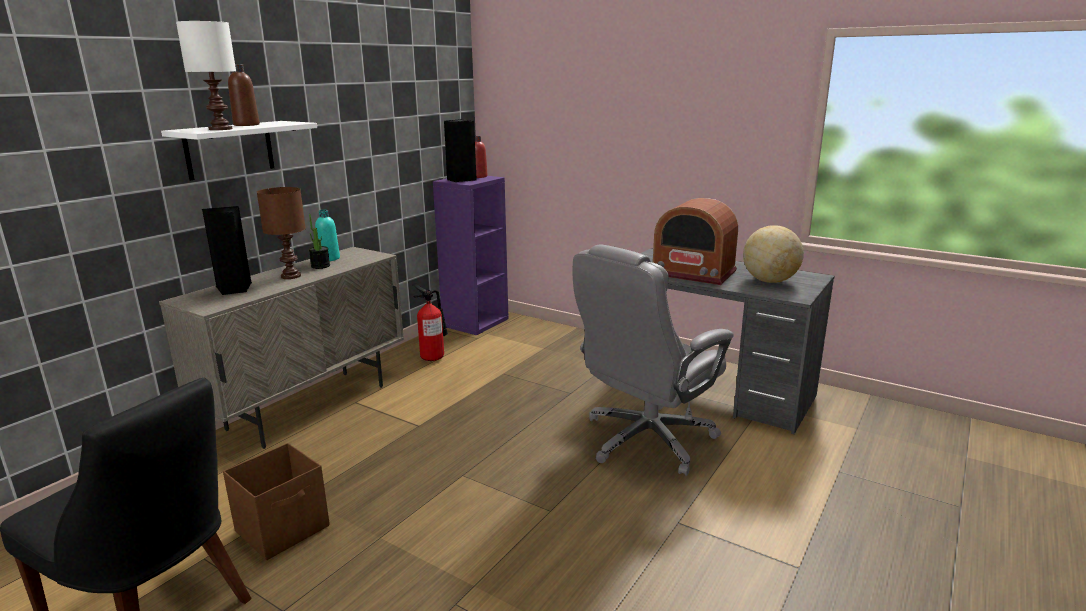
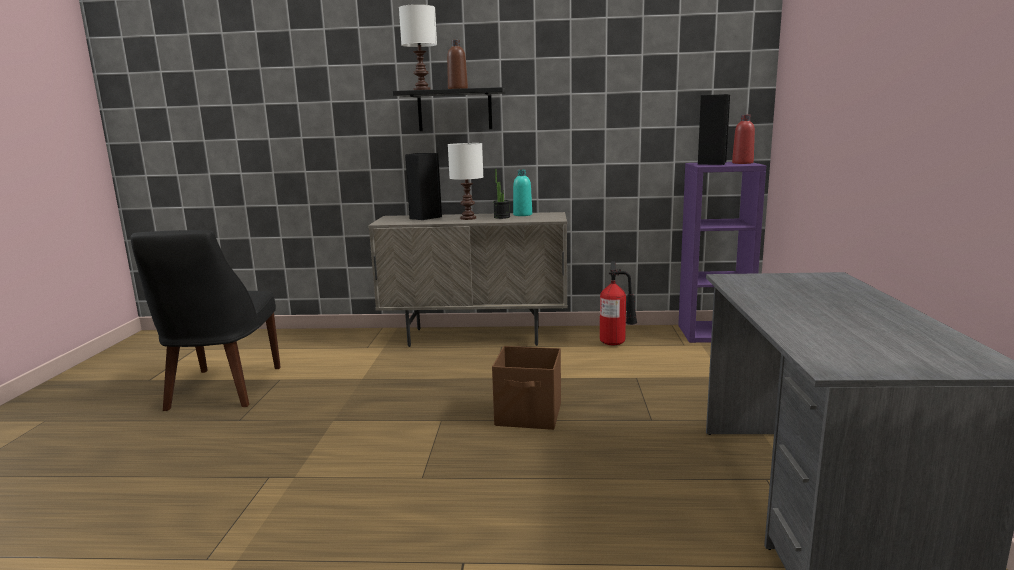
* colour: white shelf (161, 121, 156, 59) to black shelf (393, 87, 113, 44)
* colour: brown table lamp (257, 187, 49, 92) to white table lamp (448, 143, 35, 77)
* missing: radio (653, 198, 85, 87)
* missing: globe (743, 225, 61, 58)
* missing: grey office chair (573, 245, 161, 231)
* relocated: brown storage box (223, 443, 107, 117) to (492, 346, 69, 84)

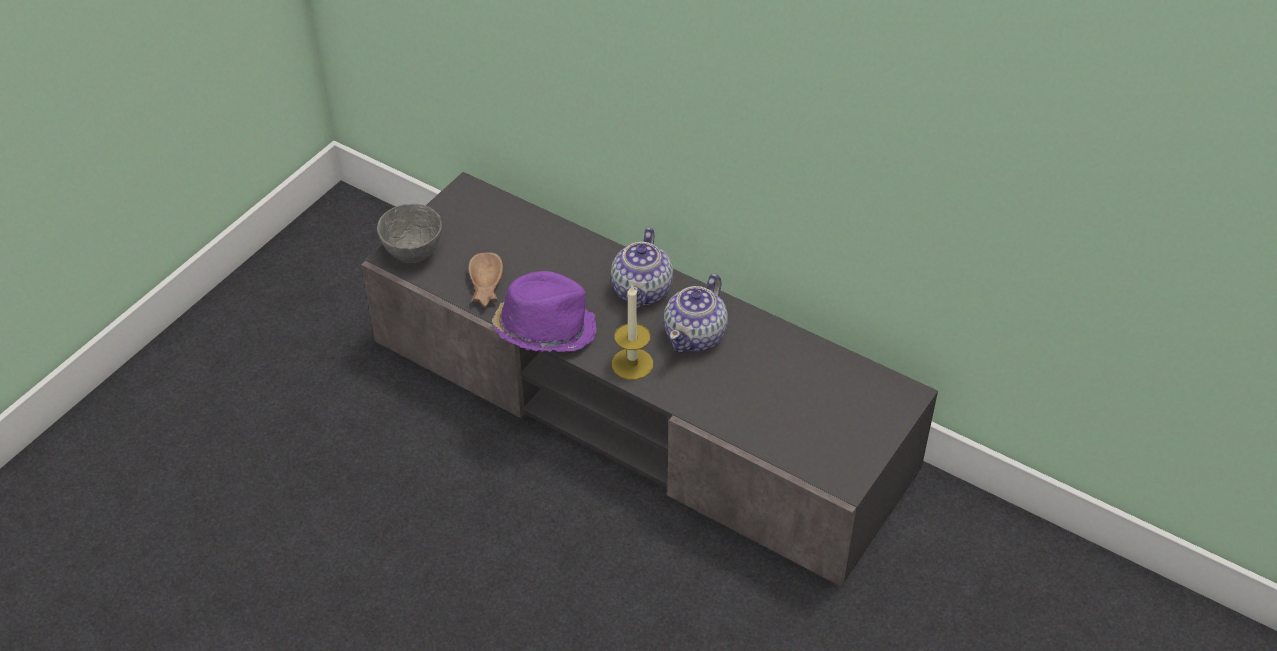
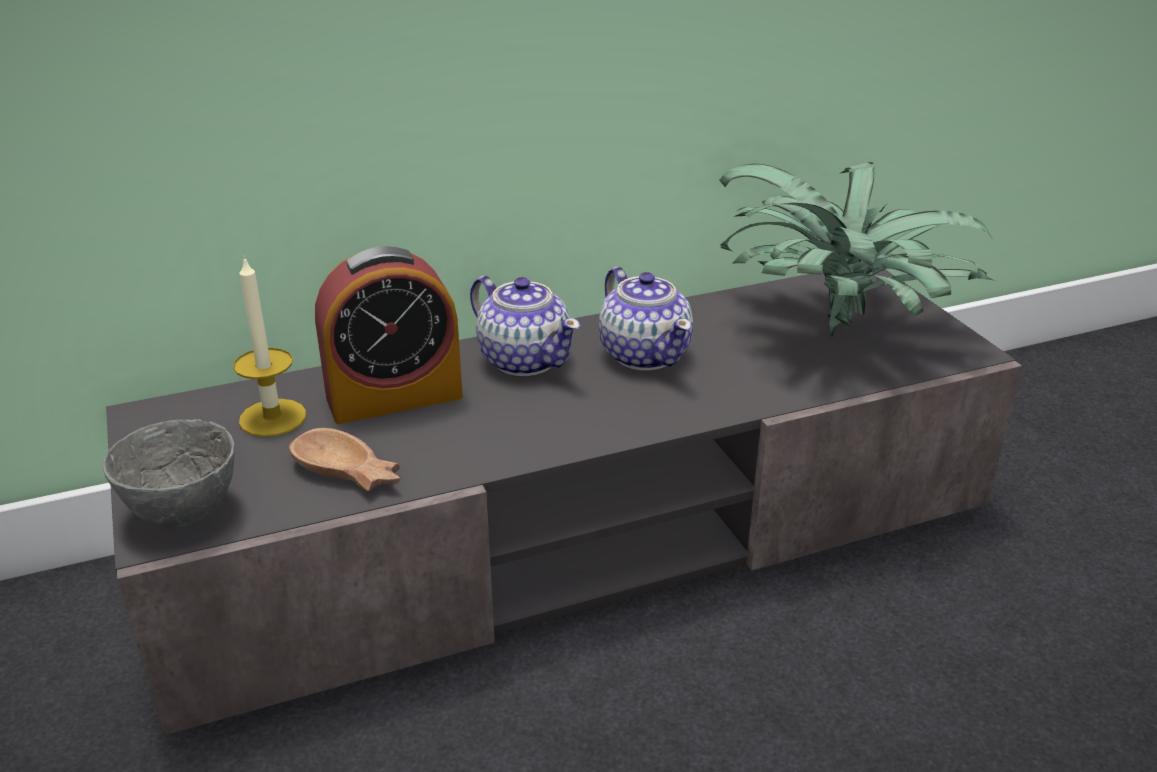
* missing: purple hat (492, 271, 105, 81)
* relocated: candle (612, 286, 41, 94) to (233, 256, 73, 181)
* appeared: potted plant (719, 162, 277, 174)
* appeared: alarm clock (315, 246, 148, 178)

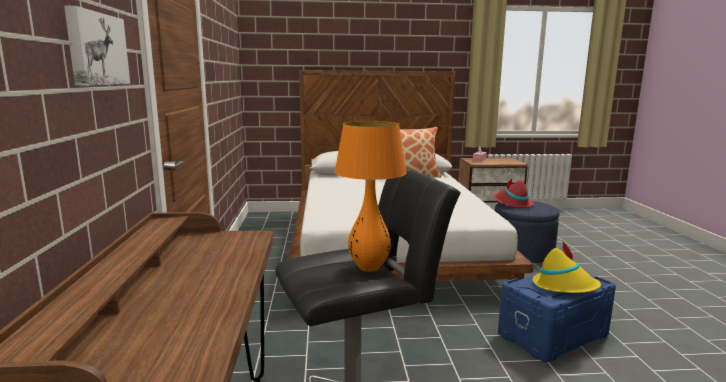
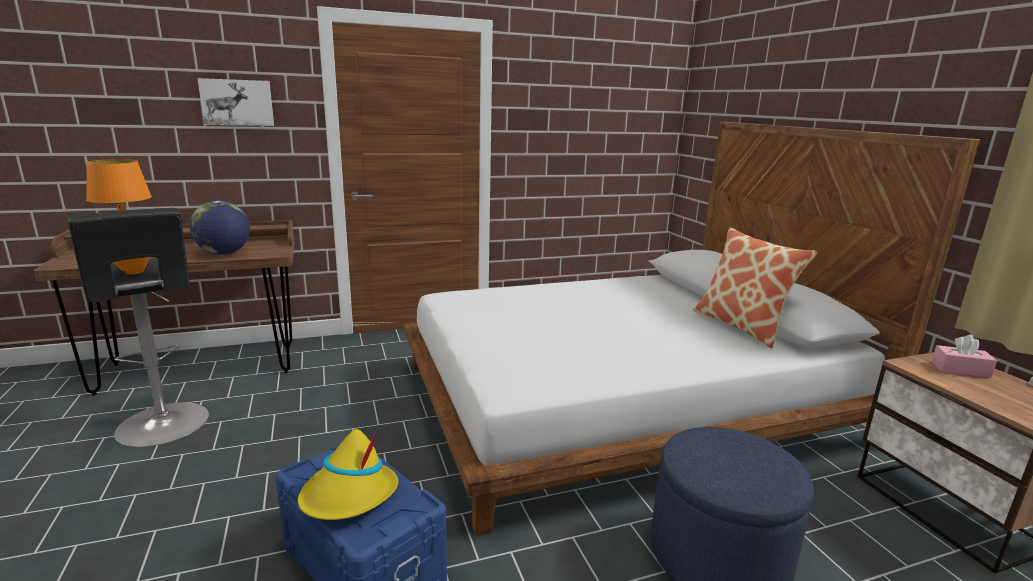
* missing: red hat (493, 179, 41, 29)
* appeared: globe (190, 200, 60, 54)

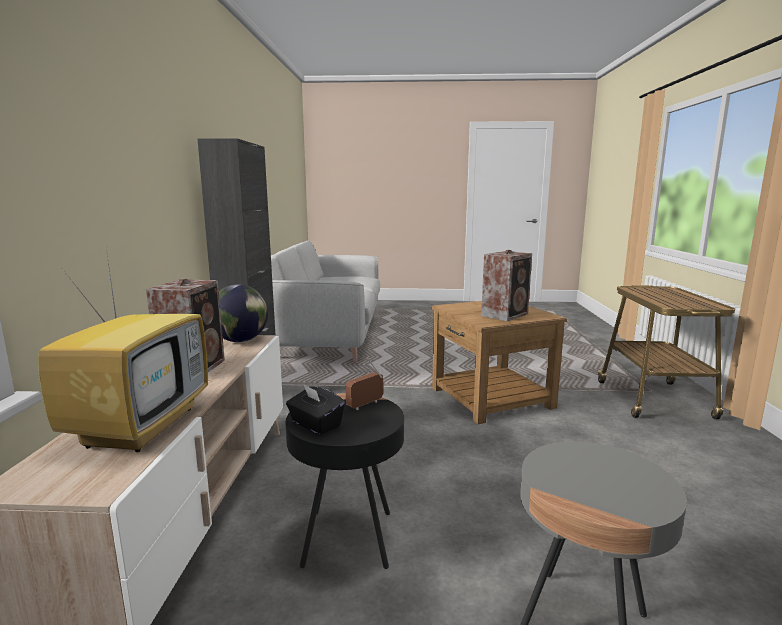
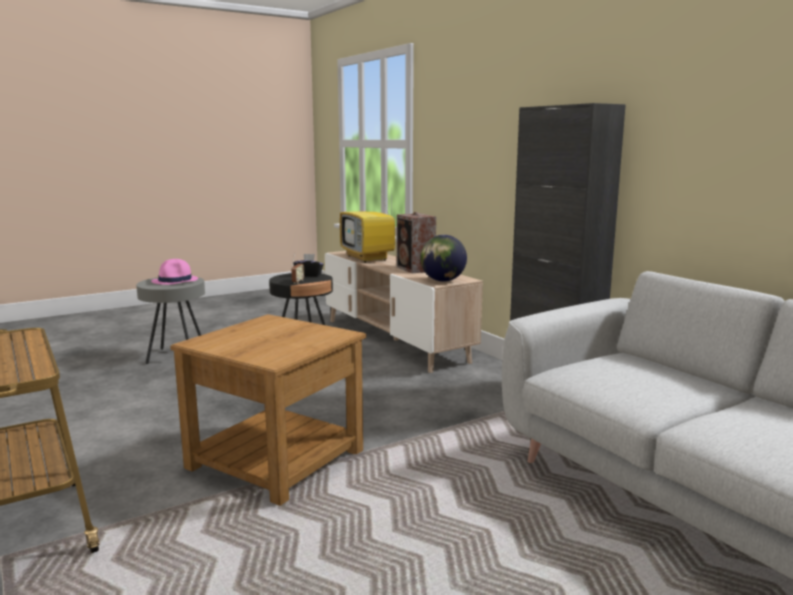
* missing: speaker (481, 250, 51, 71)
* appeared: pink hat (151, 259, 47, 26)

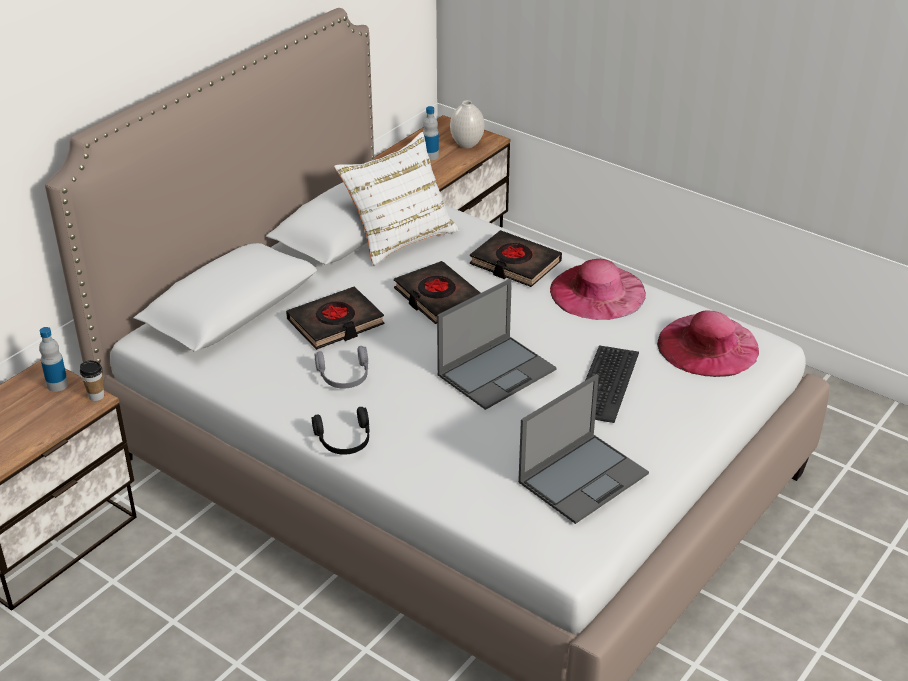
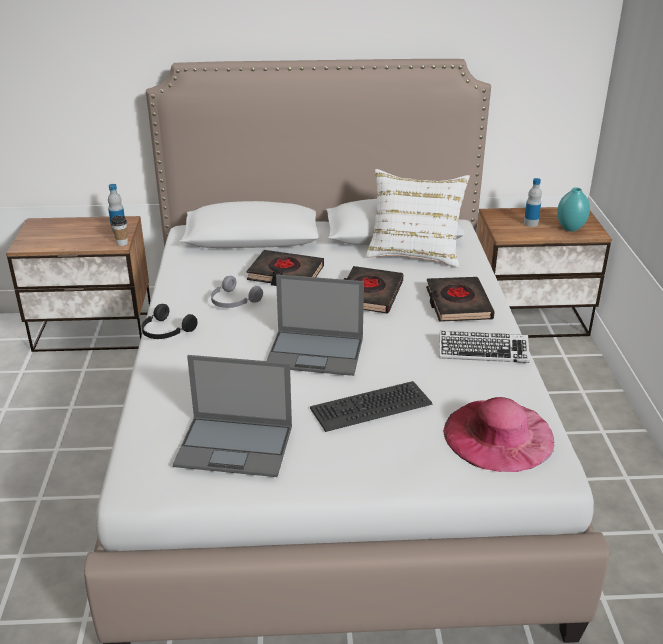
* colour: white vase (450, 100, 35, 48) to turquoise vase (557, 187, 33, 44)
* exchanged: pink hat (550, 259, 96, 61) to keyboard (440, 331, 90, 32)

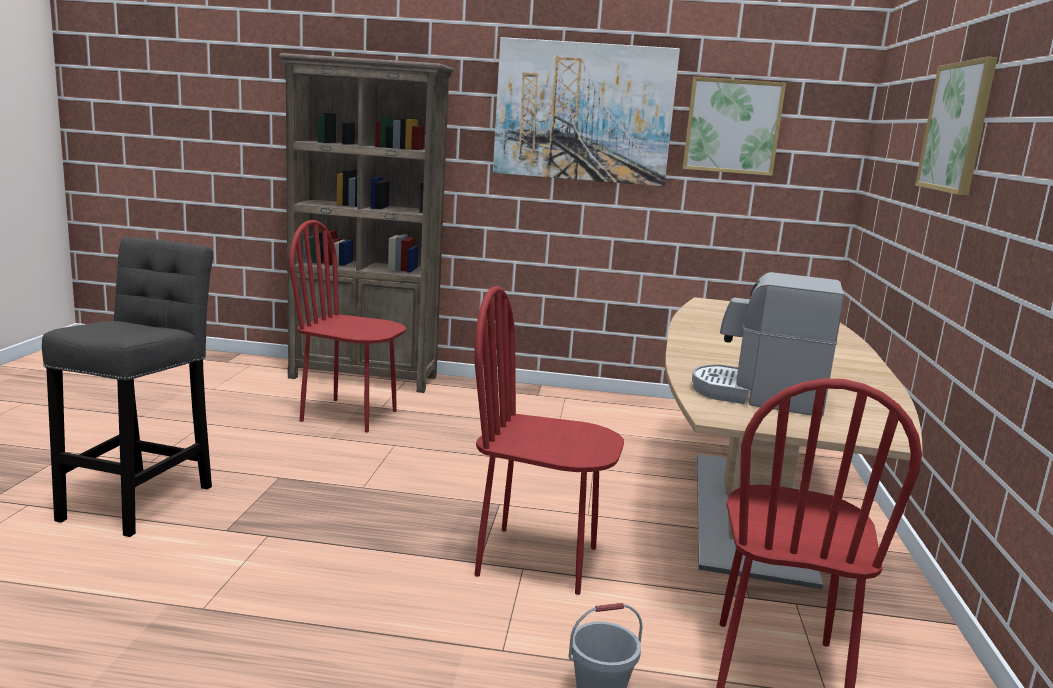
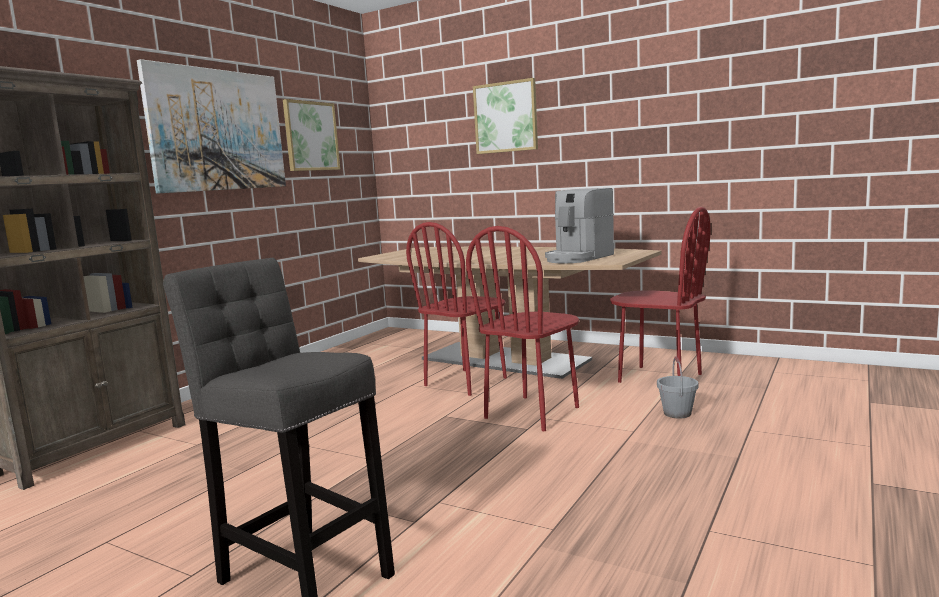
* relocated: red chair (289, 220, 117, 213) to (406, 222, 101, 174)

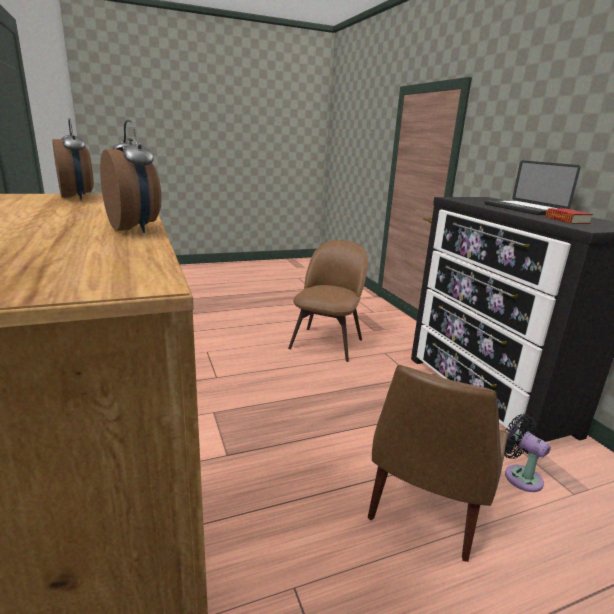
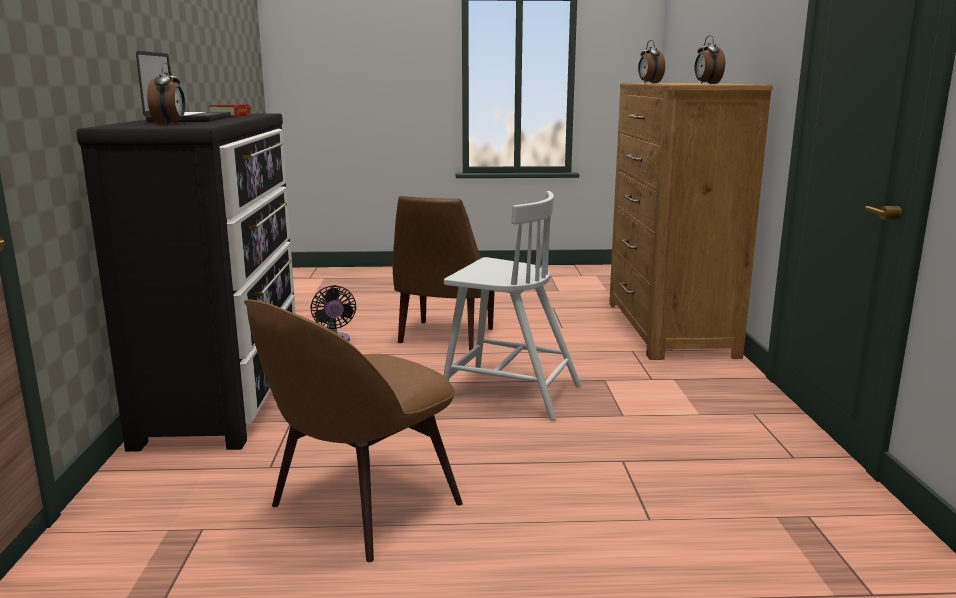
* spun: brown chair (368, 365, 140, 197) = (393, 196, 102, 154) 150 degrees clockwise
* appeared: alarm clock (147, 62, 38, 63)
* appeared: white chair (443, 191, 138, 229)

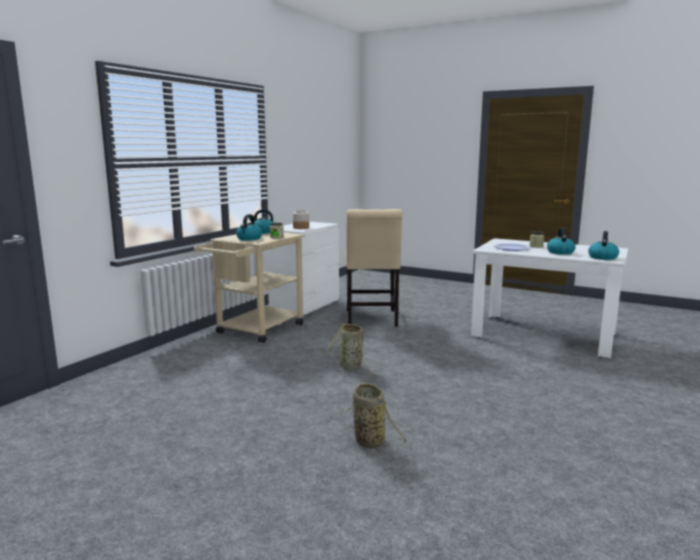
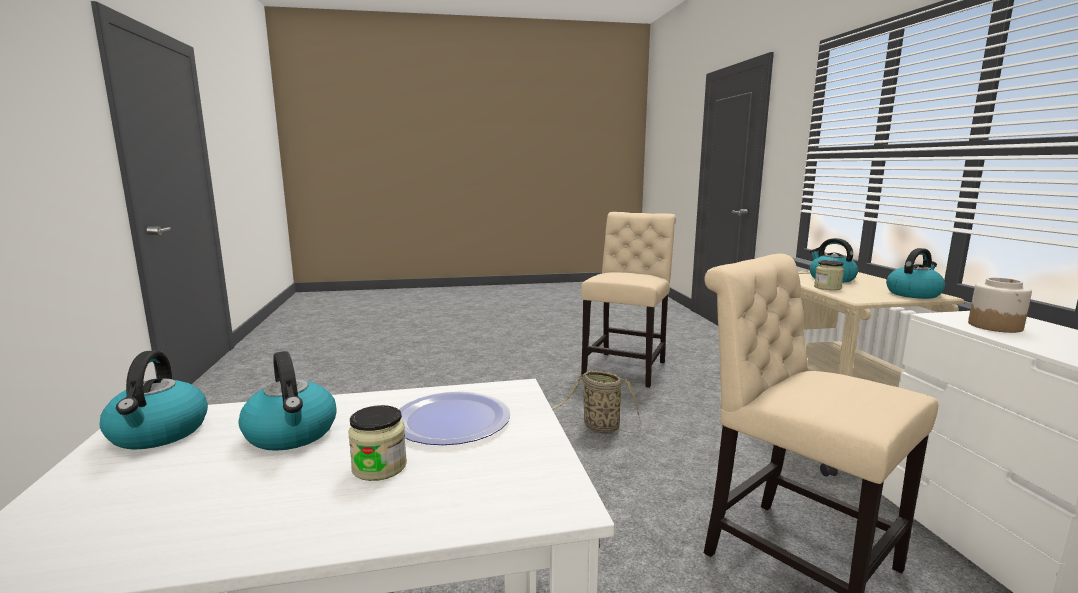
* missing: basket (340, 383, 67, 74)
* appeared: beige chair (581, 212, 95, 176)

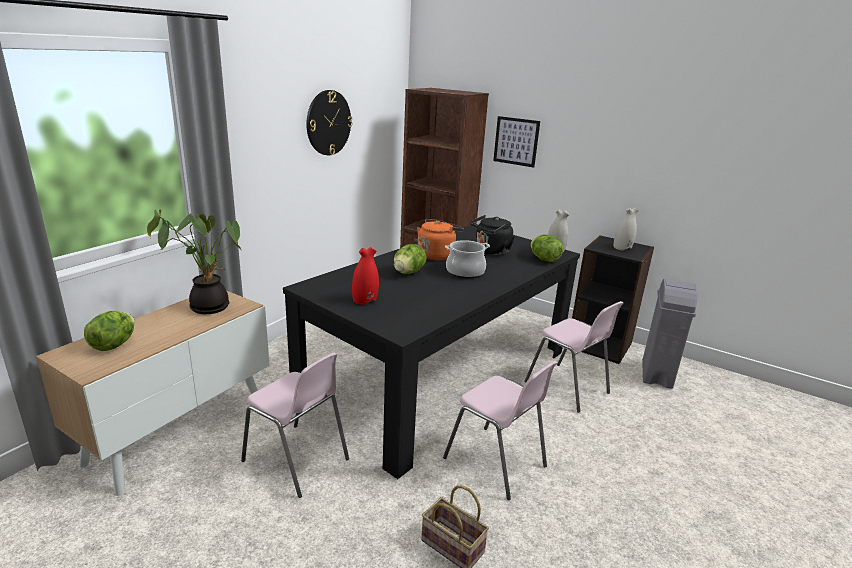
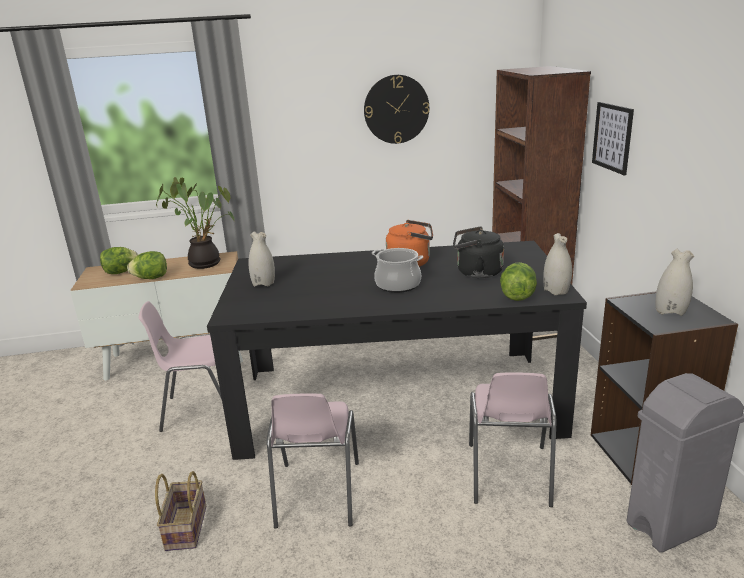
* relocated: lettuce (394, 244, 33, 30) to (127, 251, 40, 28)
* colour: red vase (352, 247, 27, 58) to white vase (249, 231, 26, 56)
* spun: pink chair (241, 352, 108, 146) = (138, 301, 84, 131) 90 degrees clockwise

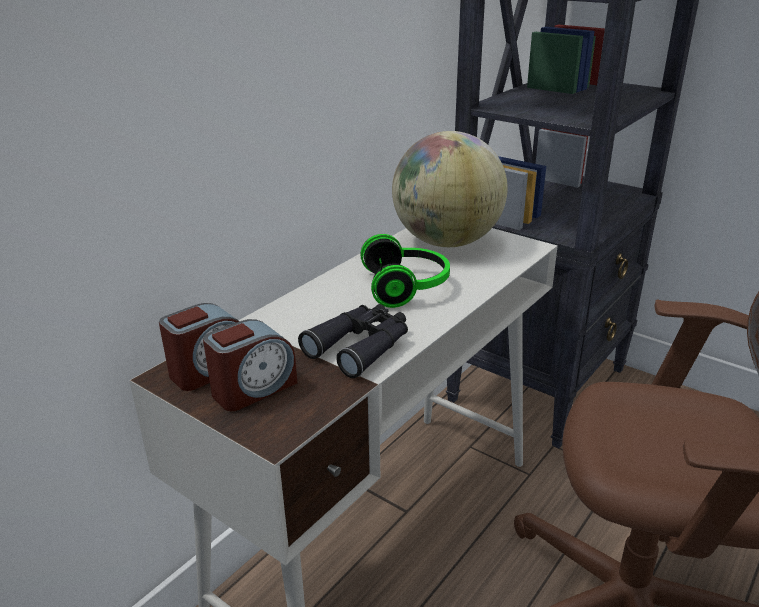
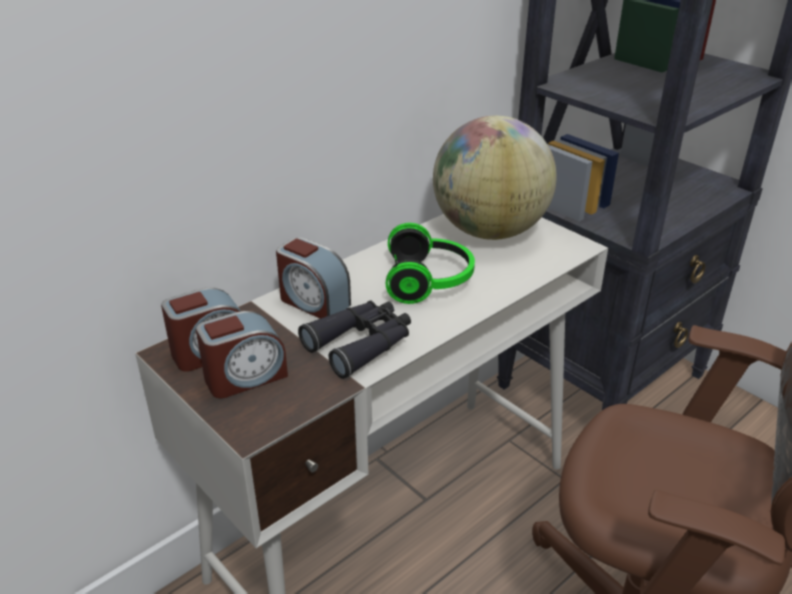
* appeared: alarm clock (276, 237, 75, 82)

